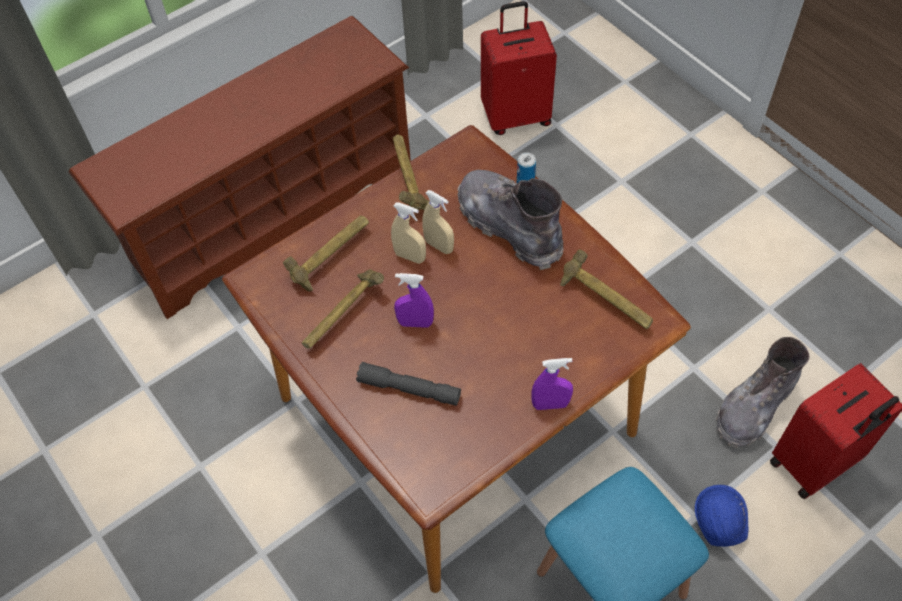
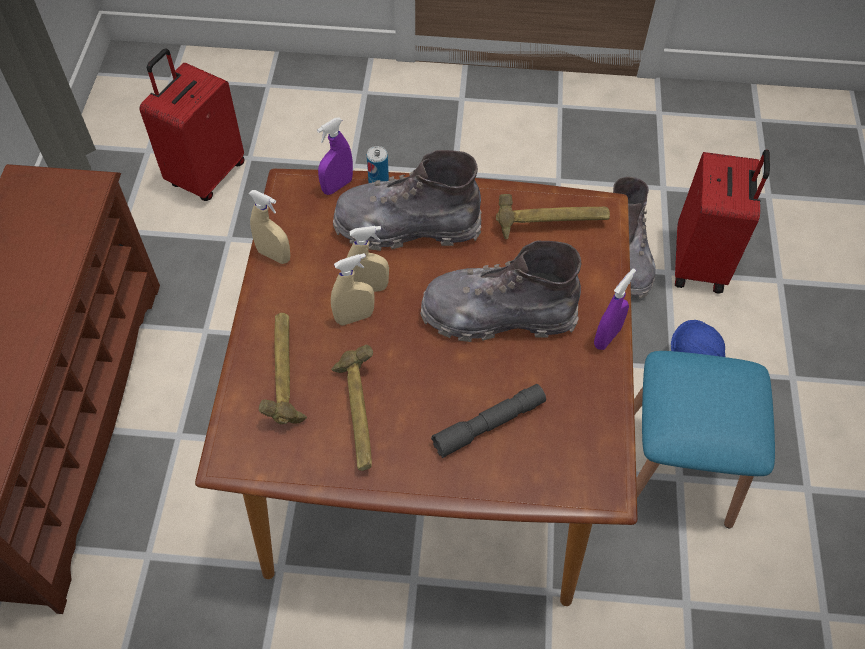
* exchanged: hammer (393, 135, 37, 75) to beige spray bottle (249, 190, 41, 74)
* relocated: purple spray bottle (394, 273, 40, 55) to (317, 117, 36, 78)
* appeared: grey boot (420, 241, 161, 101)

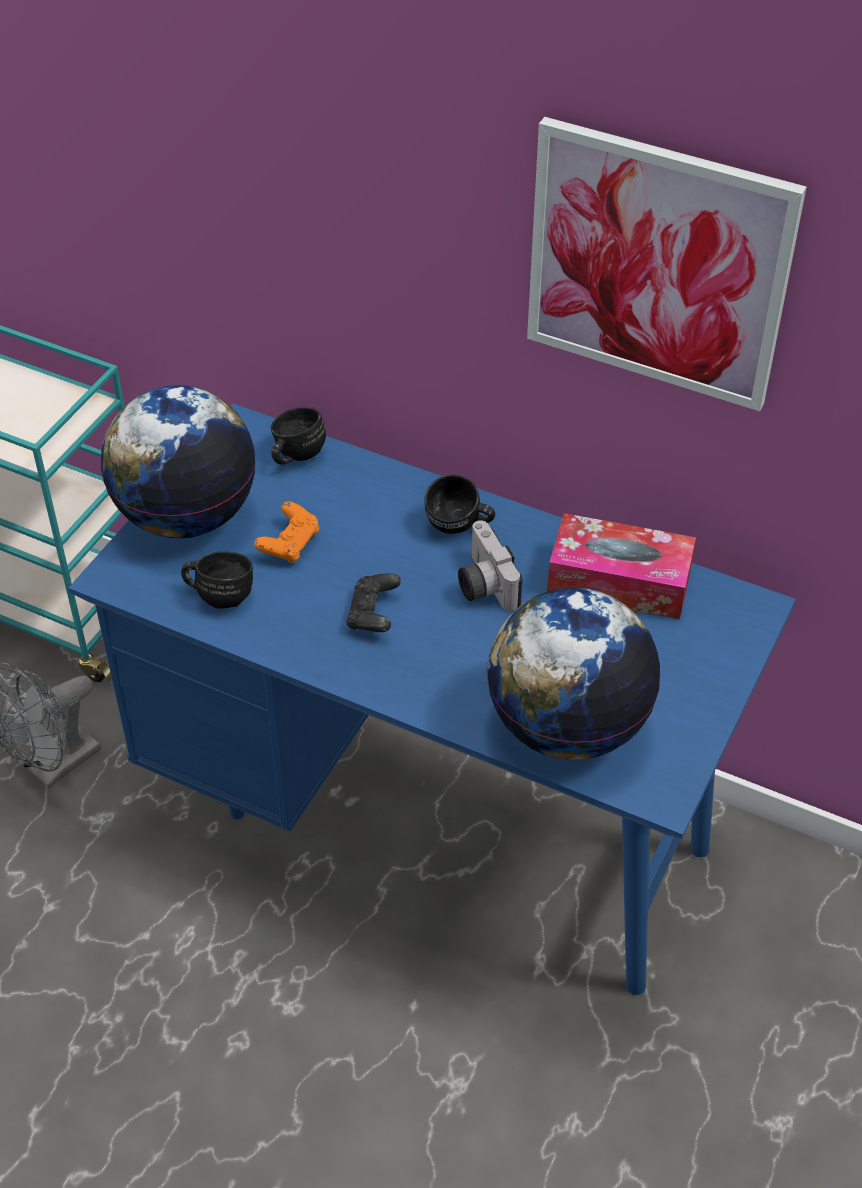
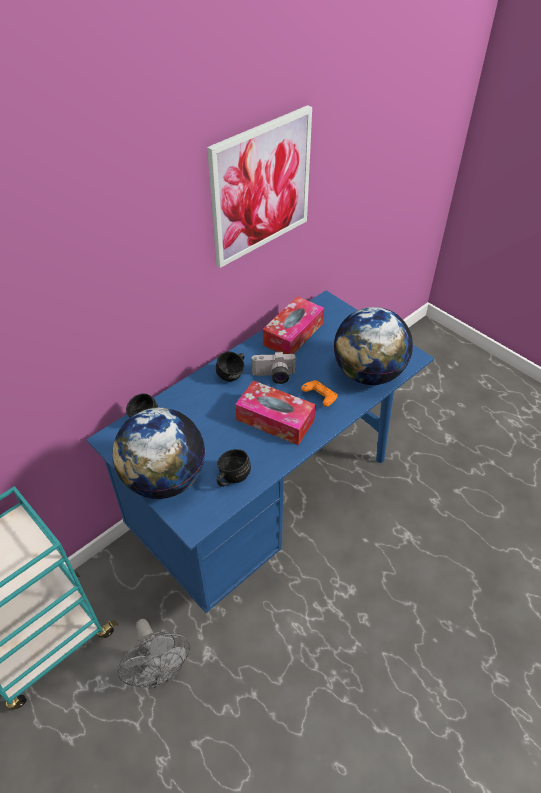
* relocated: orange game controller (254, 501, 65, 62) to (301, 380, 37, 27)
* exchanged: black game controller (346, 573, 55, 59) to tissue box (235, 380, 81, 65)

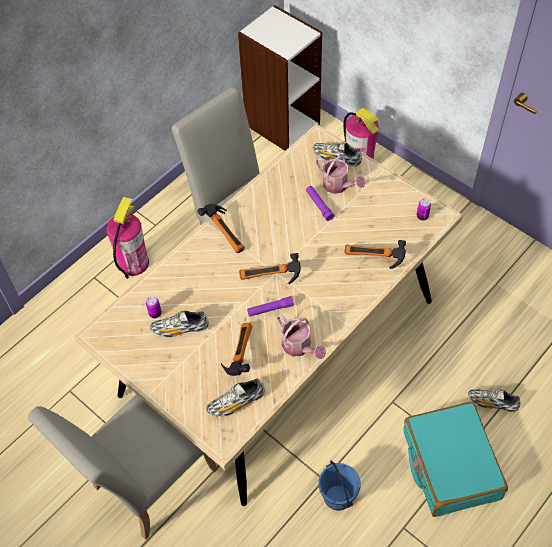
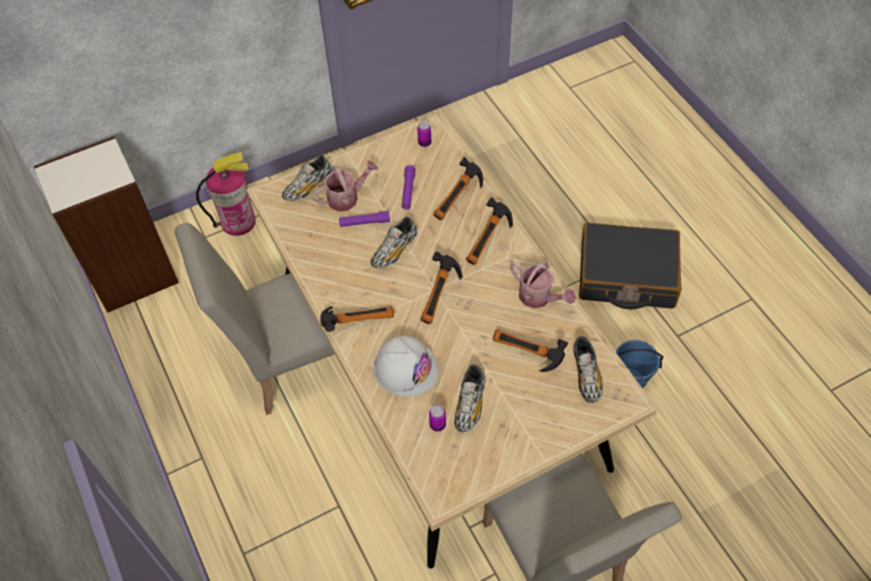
* missing: fire extinguisher (106, 197, 43, 82)
* relocated: purple flashlight (247, 296, 47, 21) to (402, 165, 14, 45)
* spun: watering can (277, 314, 49, 45) = (510, 261, 66, 48) 60 degrees clockwise
* relocated: shoe (468, 389, 53, 23) to (370, 217, 47, 51)
* colour: turquoise suitcase (403, 402, 105, 115) to black suitcase (579, 222, 103, 87)
* appeared: hammer (466, 198, 47, 67)
* appeared: white hard hat (373, 336, 66, 61)

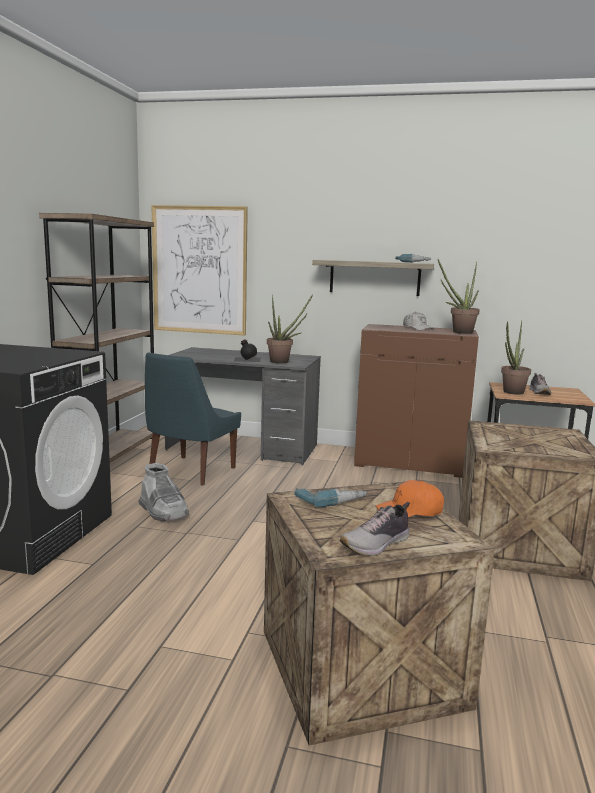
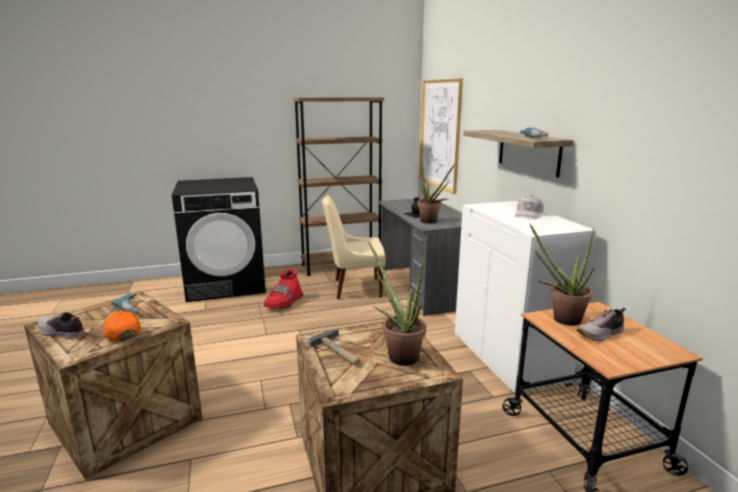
* relocated: potted plant (438, 259, 42, 75) to (368, 242, 58, 124)
* colour: brown cabinet (354, 324, 125, 154) to white cabinet (455, 201, 141, 195)
* colour: blue chair (145, 353, 96, 133) to beige chair (322, 195, 63, 104)
* colour: grey boot (138, 463, 51, 58) to red boot (264, 269, 39, 40)
* appeared: hammer (307, 329, 53, 36)

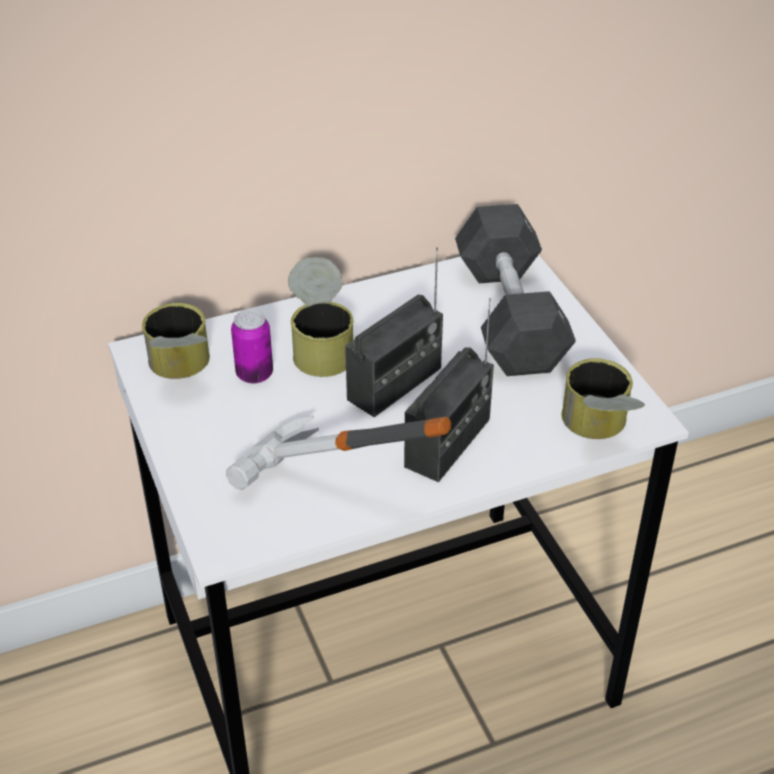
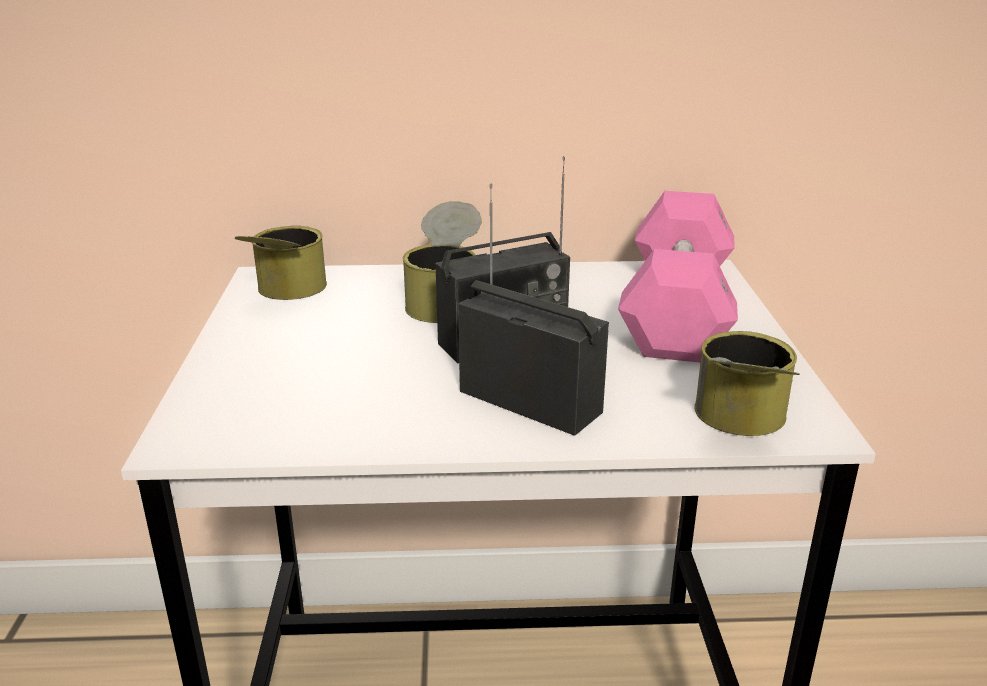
* colour: black dumbbell (455, 204, 121, 172) to pink dumbbell (618, 191, 120, 172)
* spun: radio (404, 298, 90, 184) = (458, 184, 151, 252) 105 degrees counterclockwise
* missing: can (231, 309, 42, 75)
* missing: hammer (226, 415, 225, 75)

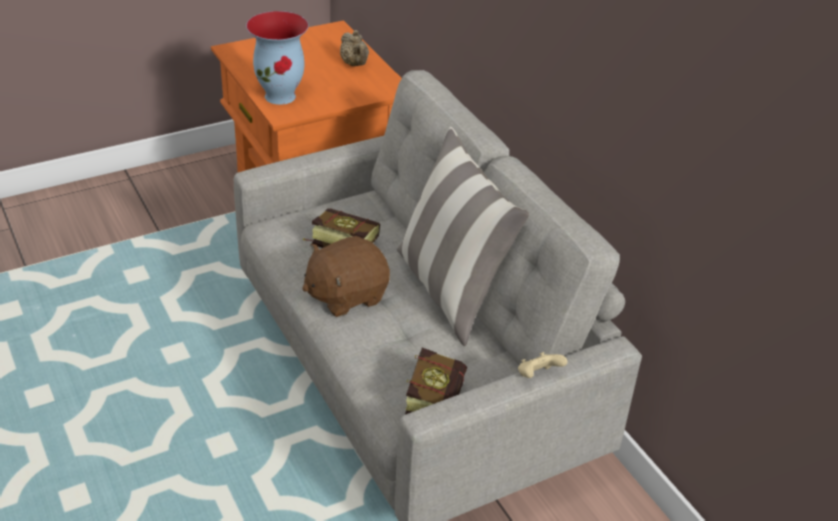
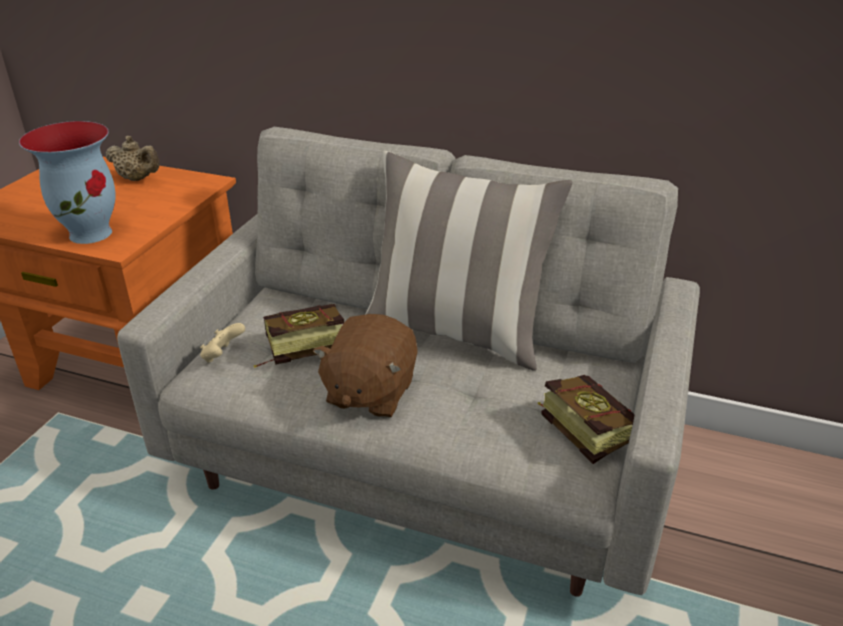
* relocated: beige game controller (518, 352, 49, 26) to (200, 323, 45, 40)

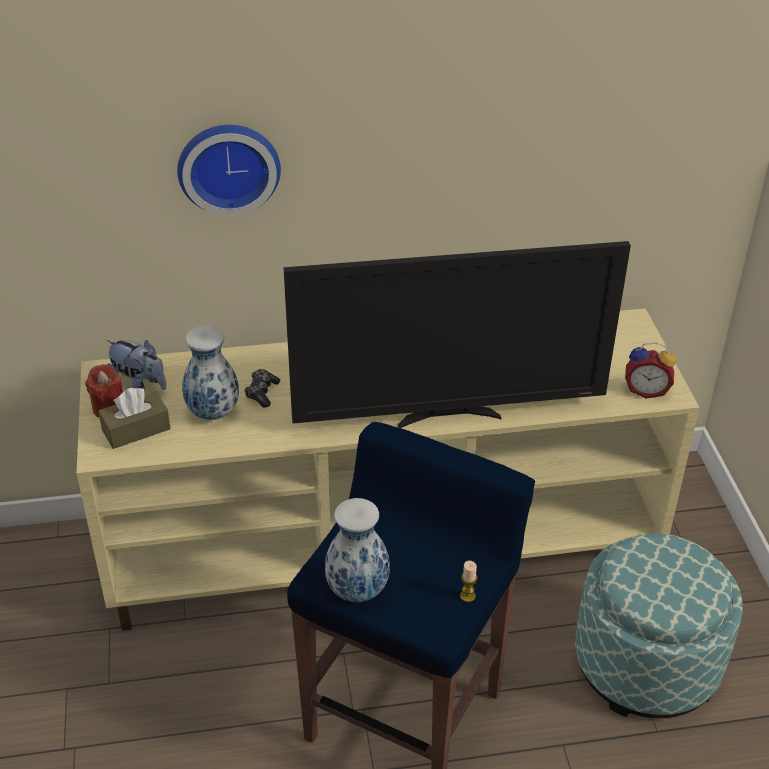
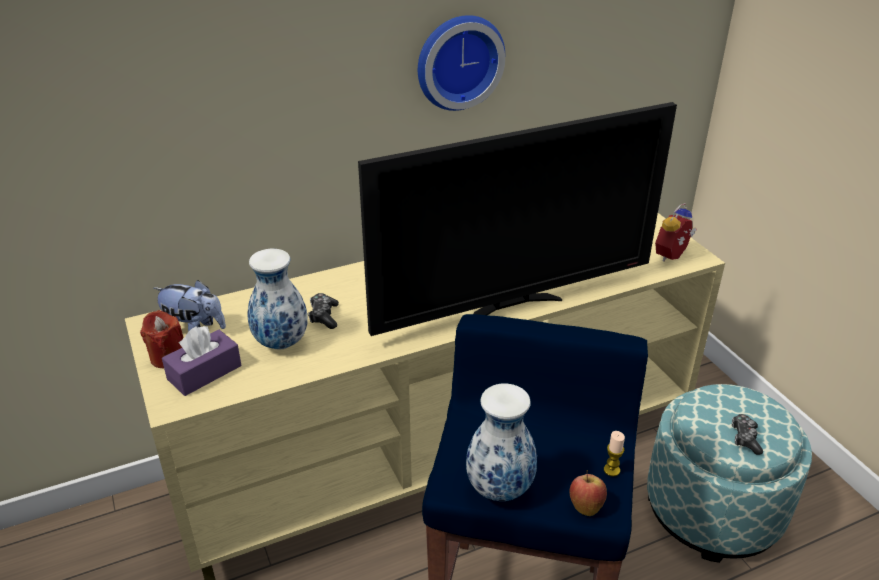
* relocated: wall clock (177, 125, 104, 91) to (418, 15, 87, 96)
* spun: alarm clock (625, 343, 51, 56) = (655, 203, 42, 59) 135 degrees clockwise
* colour: brown tissue box (98, 388, 73, 61) to purple tissue box (162, 326, 79, 70)
* appeared: game controller (732, 414, 31, 41)
* appeared: apple (569, 470, 38, 46)

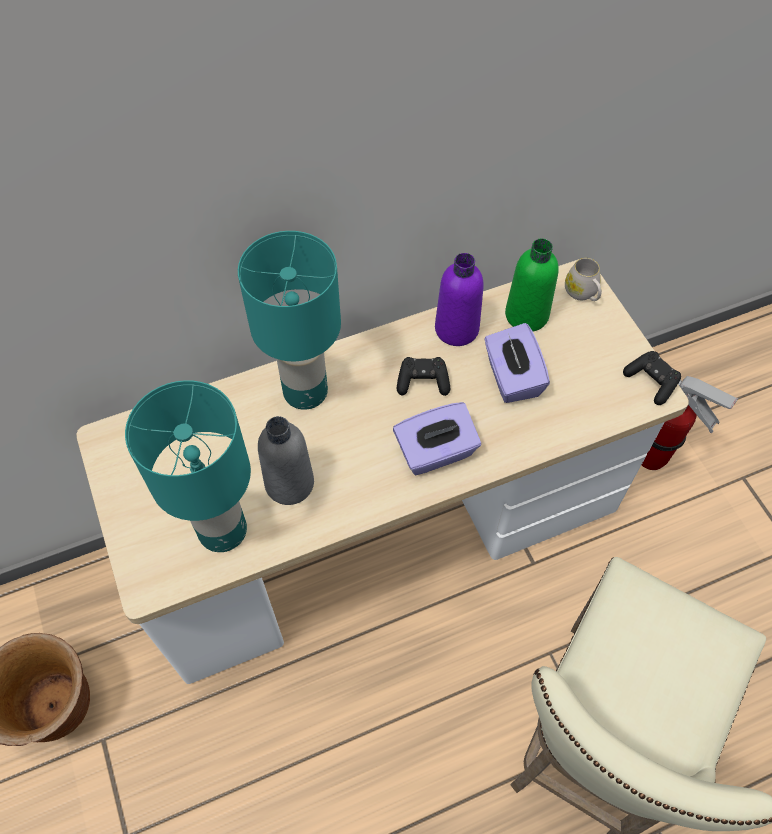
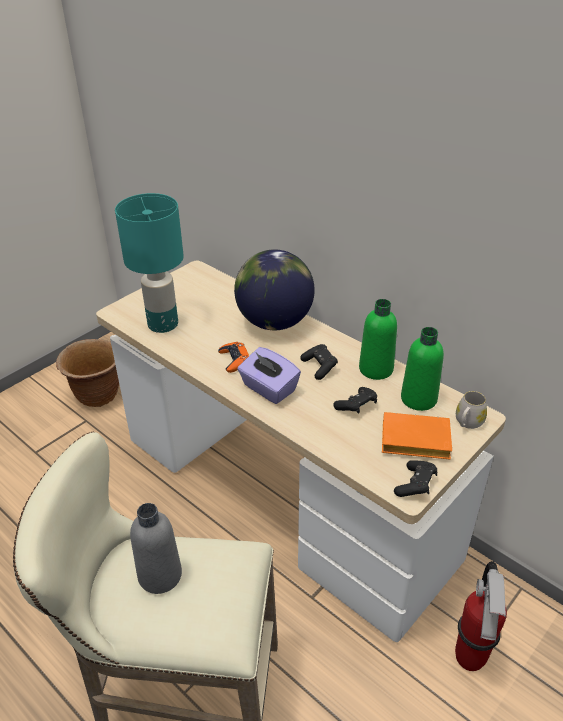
* exchanged: turquoise table lamp (238, 231, 103, 179) to globe (234, 249, 81, 81)
* colour: purple bottle (435, 253, 49, 93) to green bottle (359, 299, 38, 81)
* exchanged: purple tissue box (484, 323, 66, 80) to black game controller (333, 387, 44, 27)
* relocated: grey bottle (258, 416, 56, 89) to (130, 503, 52, 91)
* appeared: orange game controller (218, 342, 31, 31)
* appeared: orange book (382, 412, 70, 48)

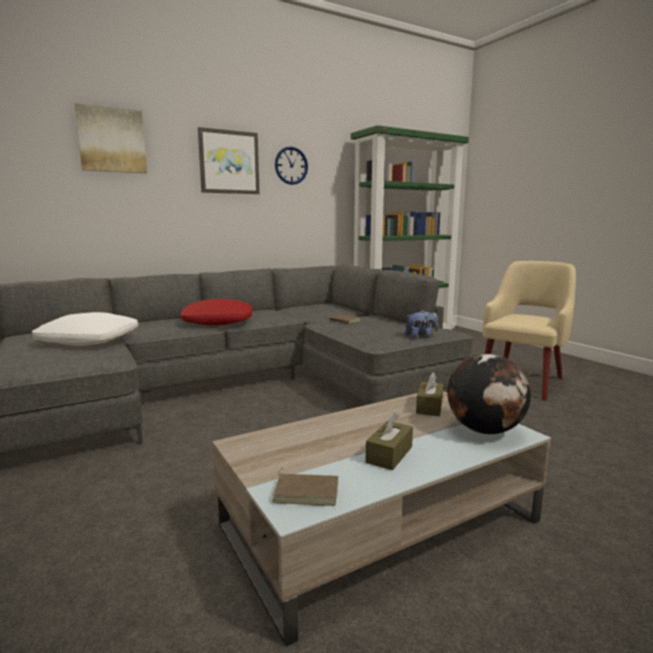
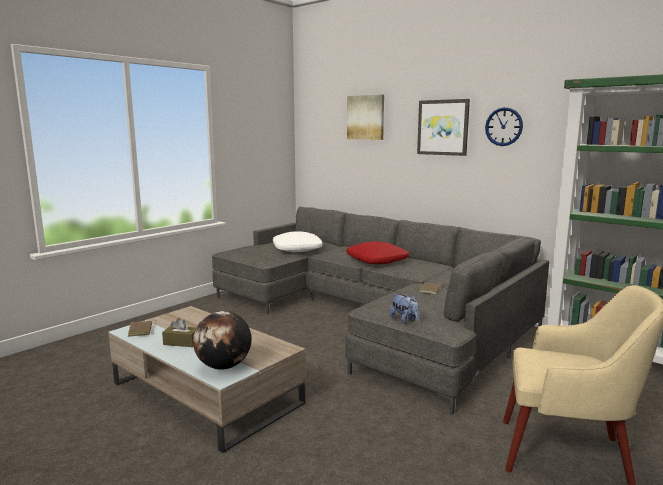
* missing: brown tissue box (416, 372, 27, 44)

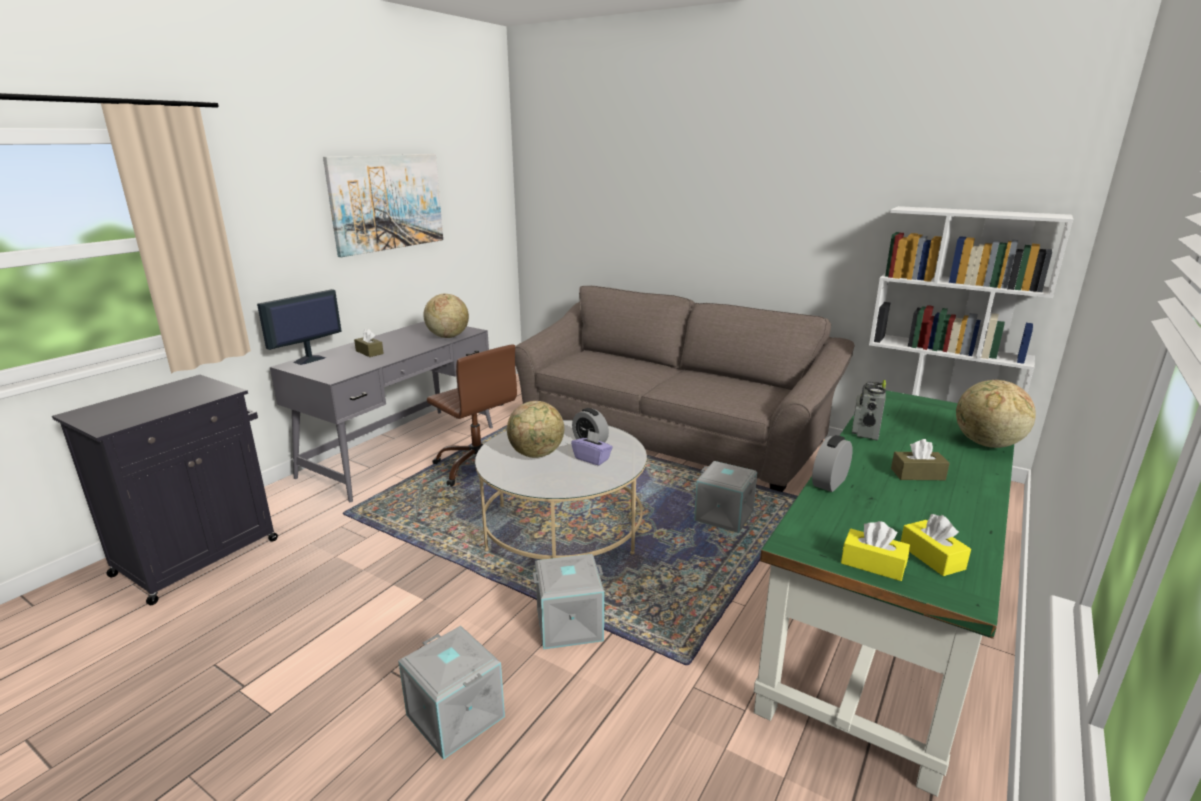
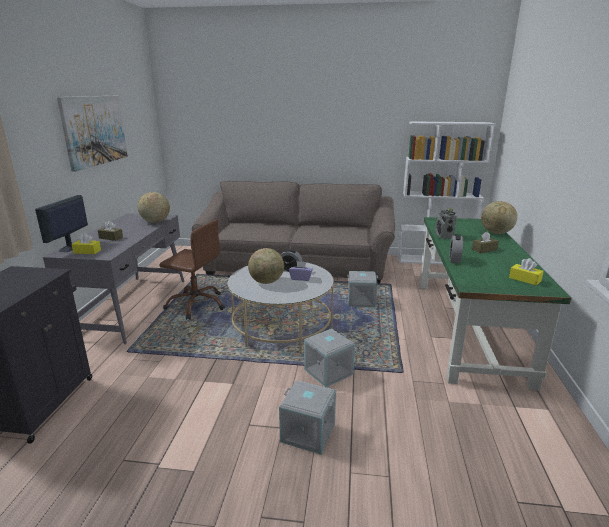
* relocated: yellow tissue box (841, 521, 69, 60) to (72, 233, 29, 21)

